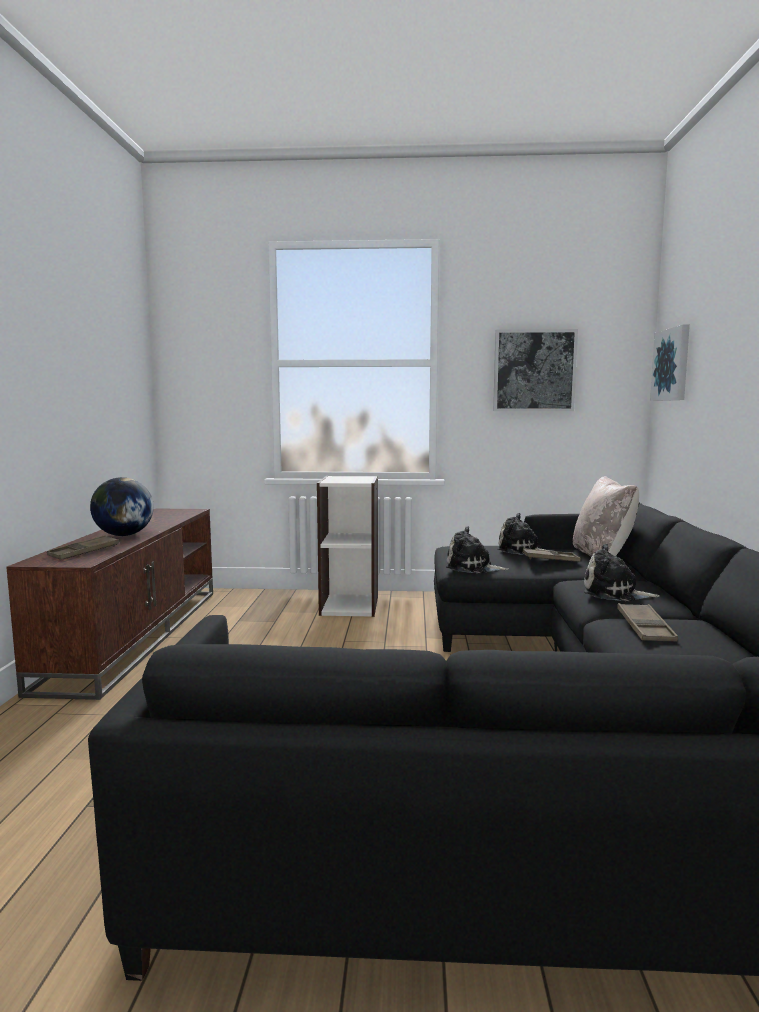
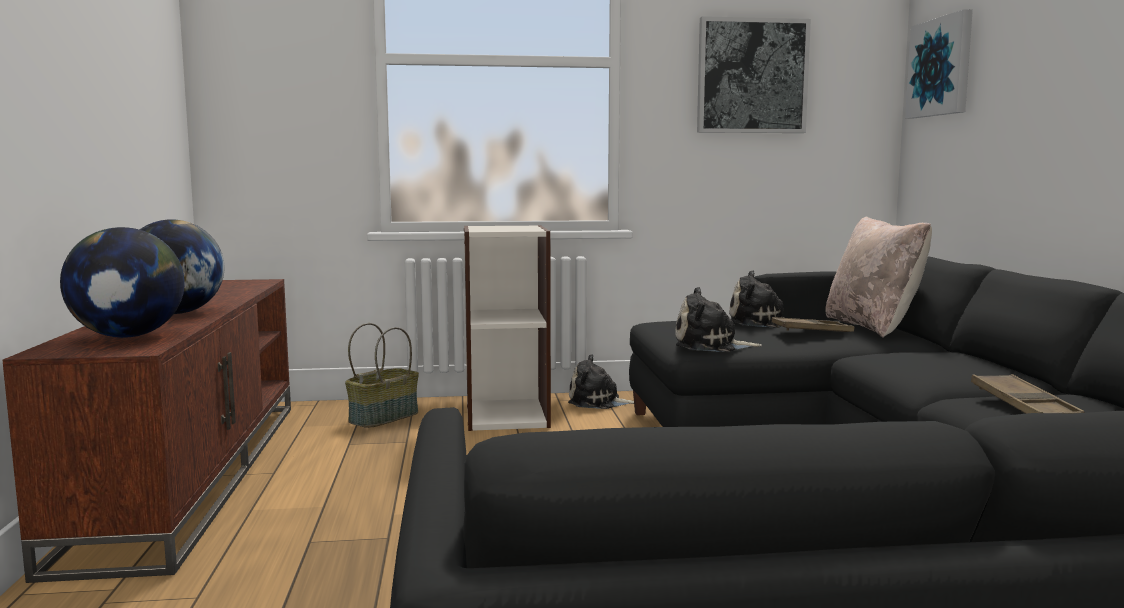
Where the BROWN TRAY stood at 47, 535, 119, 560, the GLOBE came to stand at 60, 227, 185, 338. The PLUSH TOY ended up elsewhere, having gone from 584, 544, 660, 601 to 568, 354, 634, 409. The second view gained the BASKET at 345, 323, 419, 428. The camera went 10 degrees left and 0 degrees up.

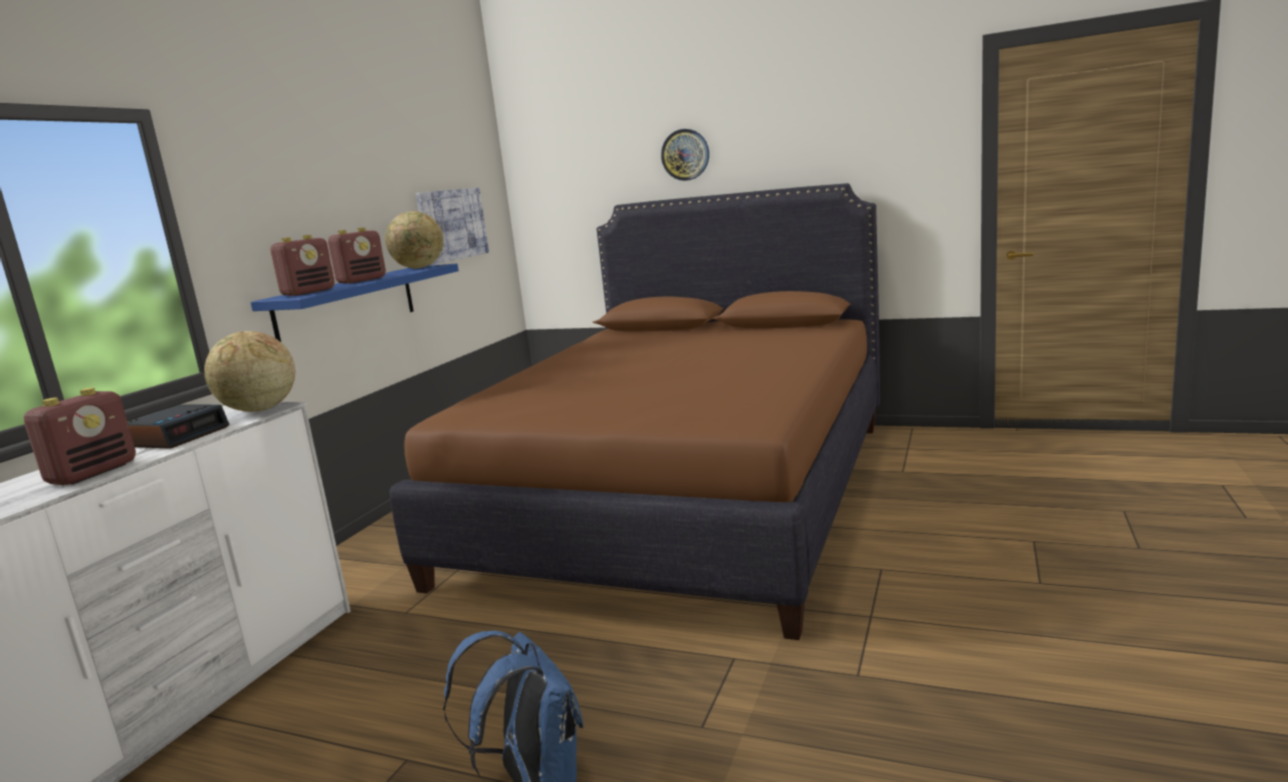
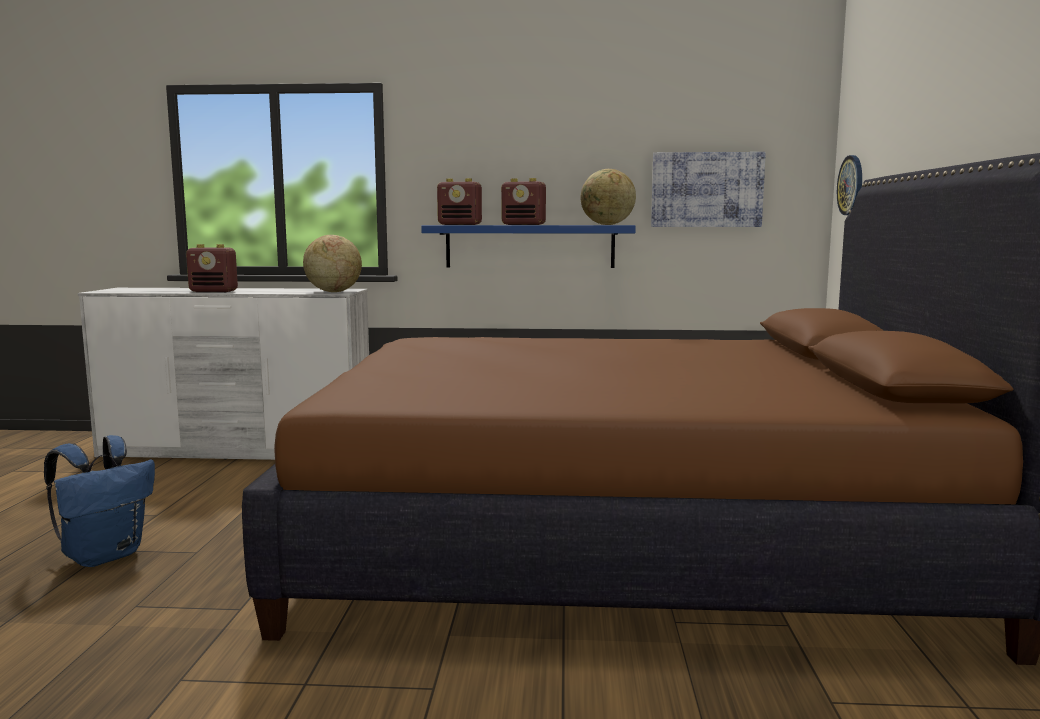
The WALL CLOCK ended up elsewhere, having gone from 661, 129, 709, 181 to 837, 155, 862, 215. The second view lost the ALARM CLOCK at 128, 404, 229, 449. The camera went 70 degrees right and 5 degrees down.

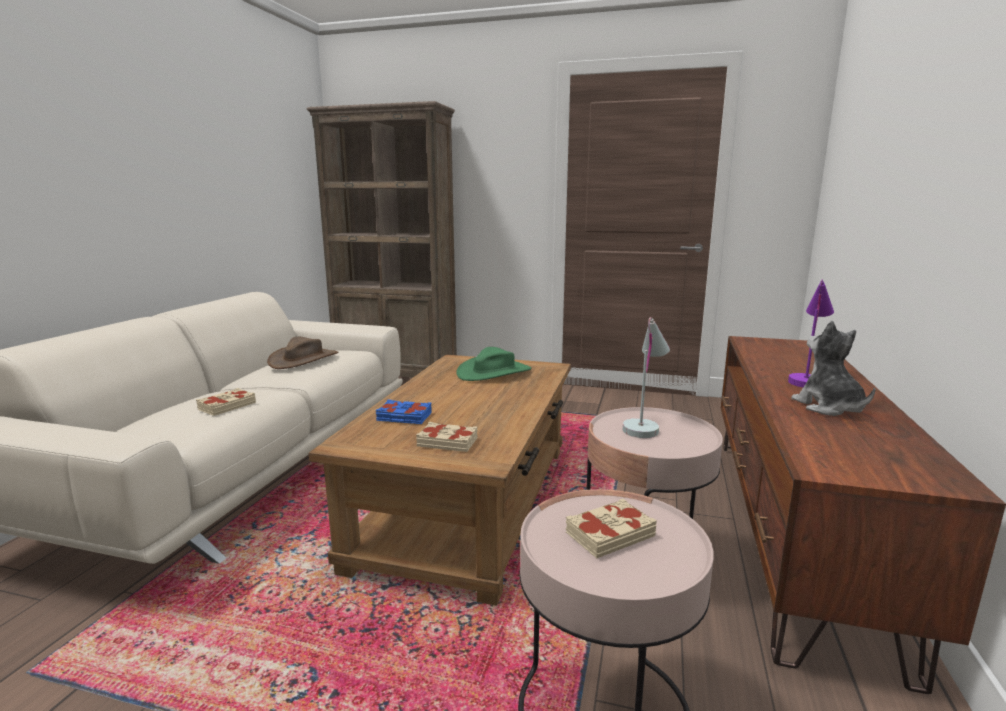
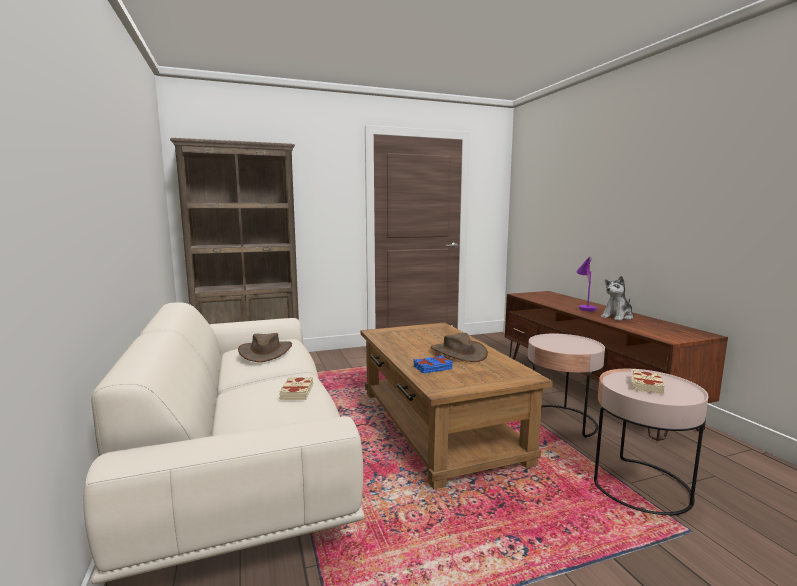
The second view lost the WHITE TABLE LAMP at 623, 317, 670, 438. The PLUSH TOY at 791, 321, 876, 416 ended up facing another way, 75 degrees counterclockwise from before. The second view lost the GREEN HAT at 456, 347, 532, 381. The second view lost the BEIGE BOOK at 416, 422, 478, 452. The second view gained the BROWN HAT at 431, 333, 488, 362. The camera went 35 degrees left and 5 degrees down.

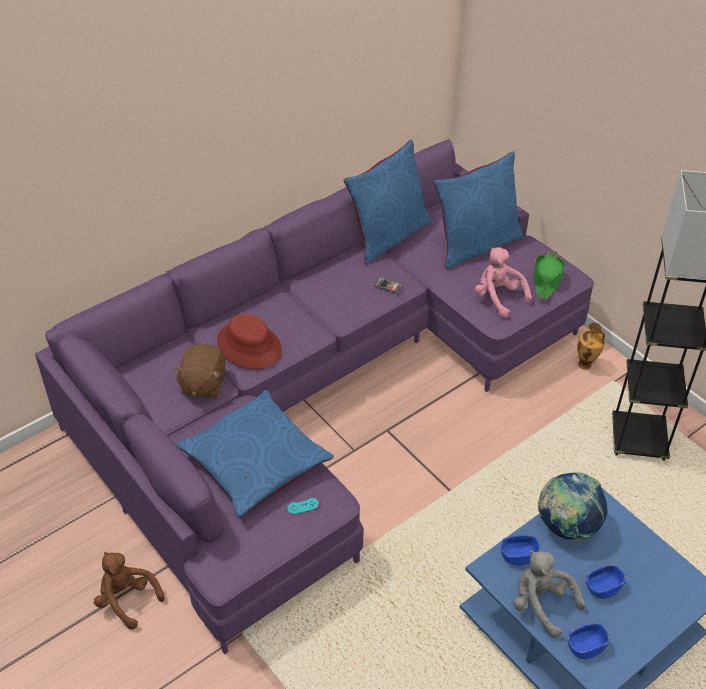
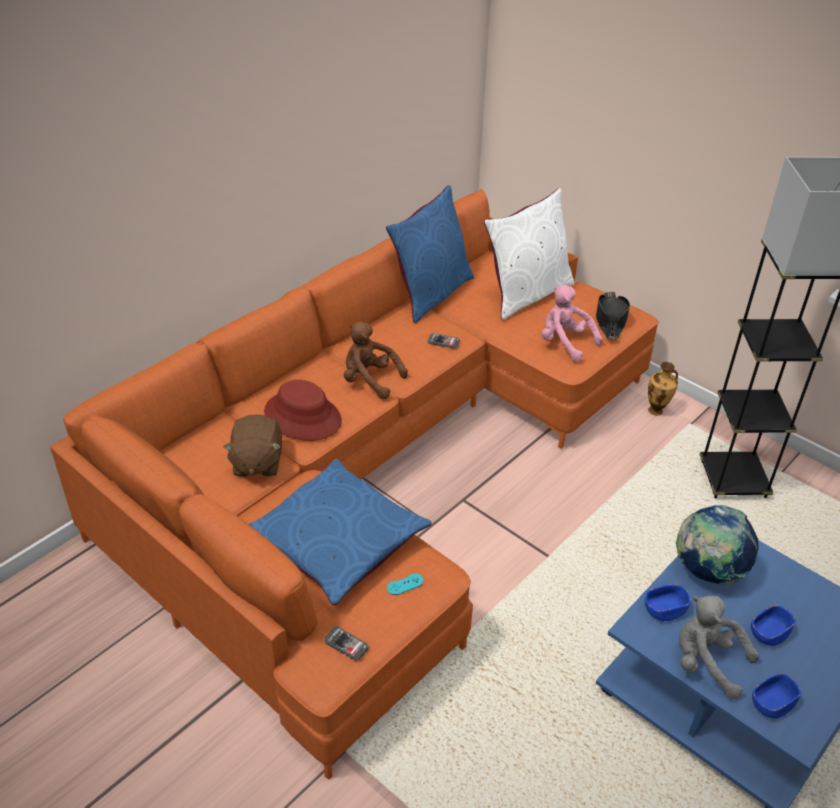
What was the PURPLE SOFA at 35, 139, 594, 654 turned into the ORANGE SOFA at 50, 189, 659, 780. What was the BLUE PILLOW at 433, 151, 523, 269 turned into the WHITE PILLOW at 484, 188, 575, 320. What was the GREEN HAT at 533, 251, 565, 300 turned into the BLACK HAT at 596, 292, 630, 340. The BROWN PLUSH TOY ended up elsewhere, having gone from 94, 552, 164, 630 to 344, 321, 408, 399. The second view gained the PHONE at 324, 627, 369, 661. The camera went 10 degrees left and 5 degrees down.

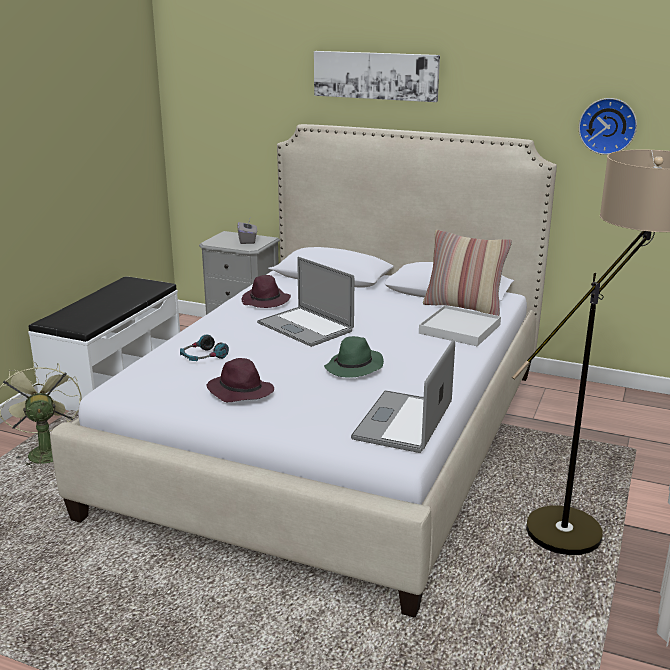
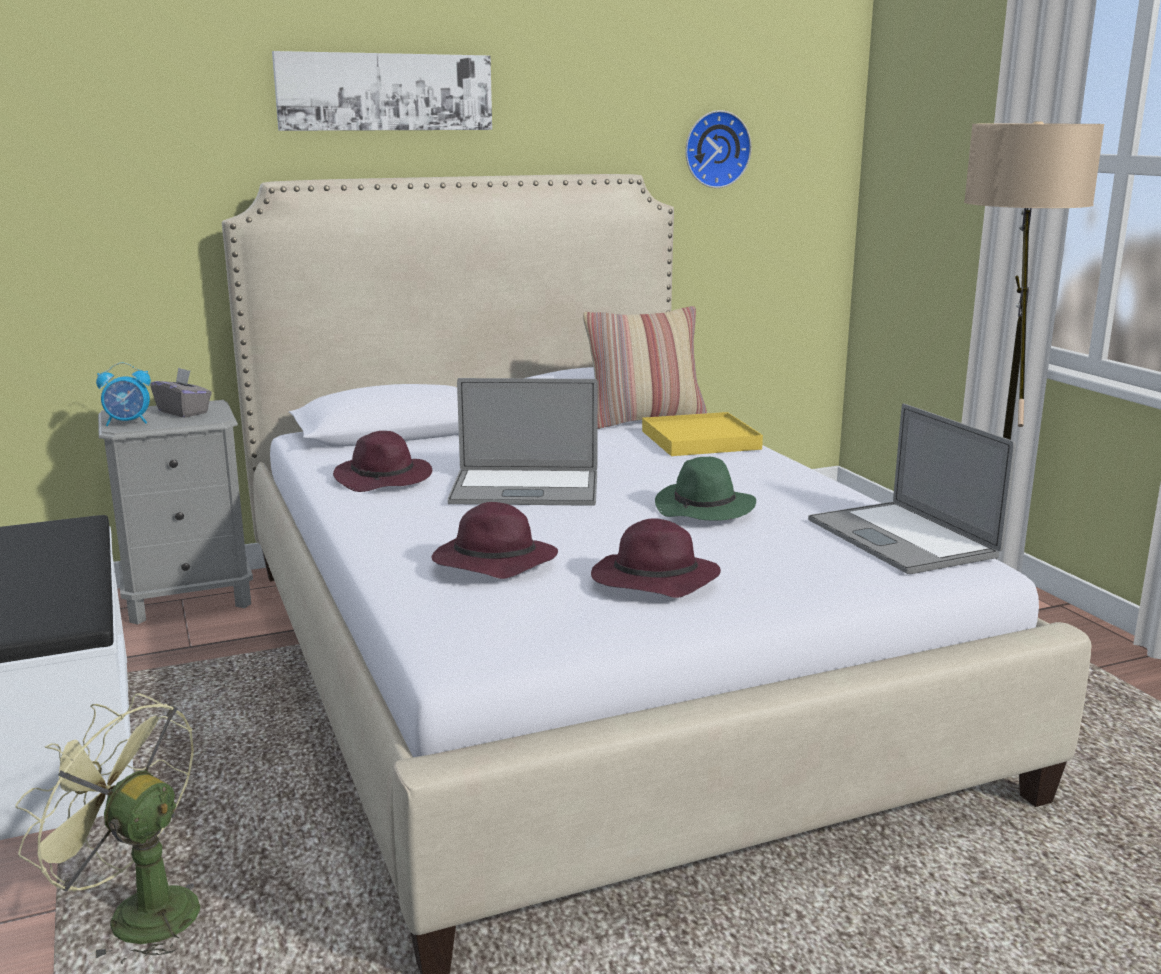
What was the WHITE TRAY at 419, 305, 501, 346 turned into the YELLOW TRAY at 642, 412, 763, 456. Where the HEADPHONES stood at 180, 335, 229, 361, the PURPLE HAT came to stand at 431, 502, 558, 579. The second view gained the ALARM CLOCK at 96, 362, 151, 426. The camera went 45 degrees left and 5 degrees down.

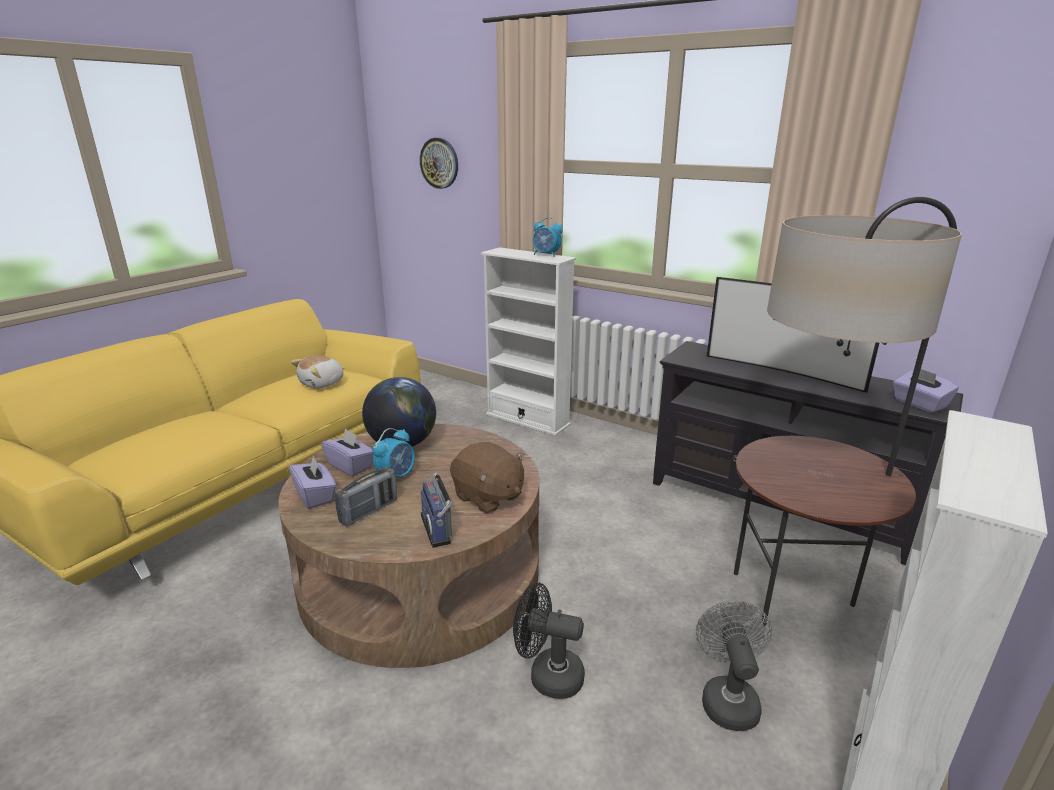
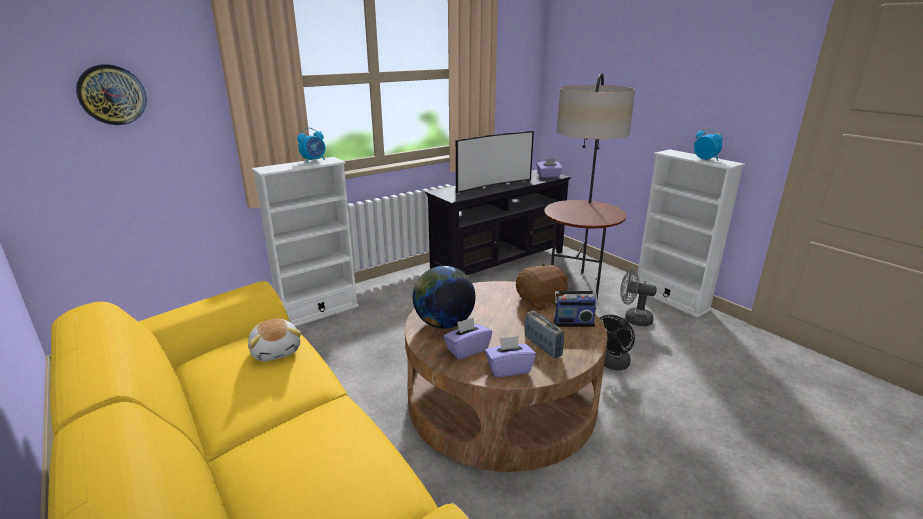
The ALARM CLOCK ended up elsewhere, having gone from 372, 428, 415, 477 to 694, 128, 723, 161. The camera went 70 degrees left and 0 degrees up.

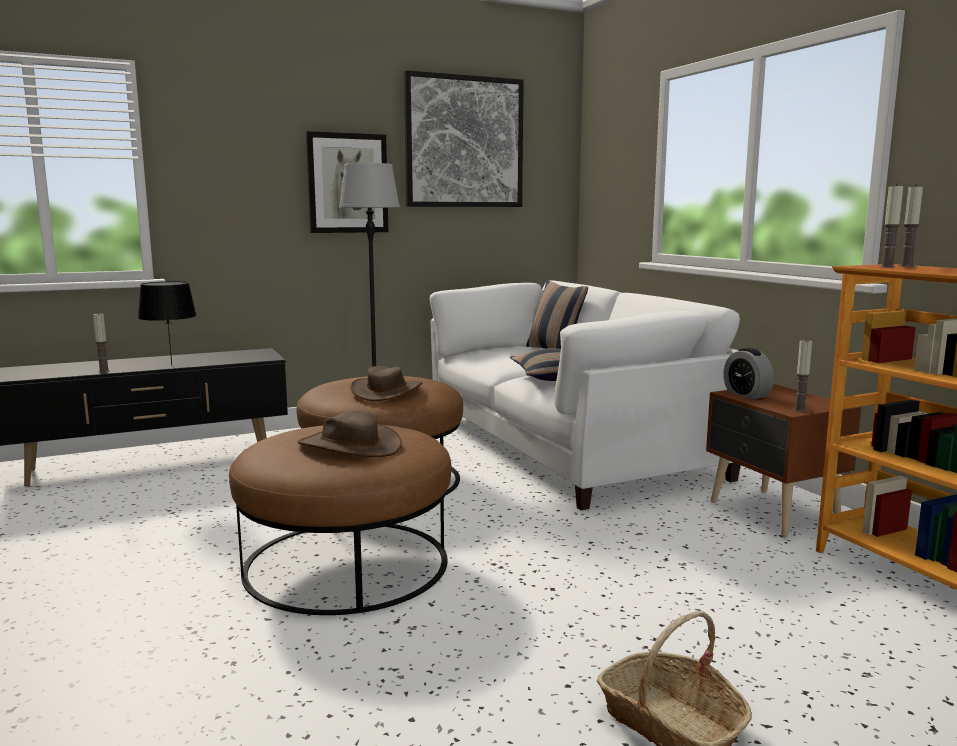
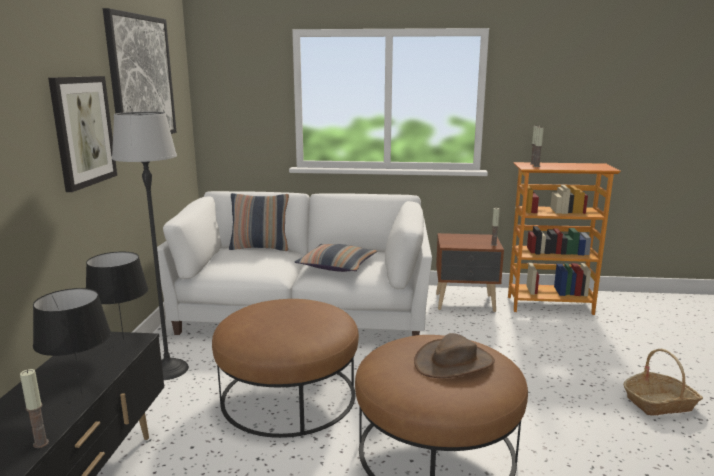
The second view lost the ALARM CLOCK at 723, 348, 774, 399. The second view lost the BROWN HAT at 350, 366, 423, 401. The second view gained the BLACK TABLE LAMP at 86, 252, 148, 341. The camera went 60 degrees left and 5 degrees up.

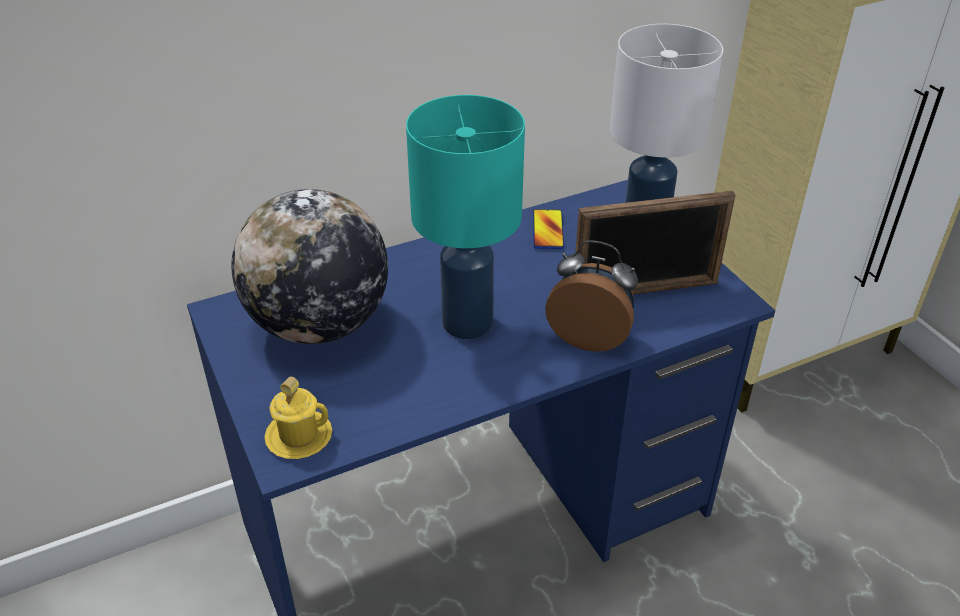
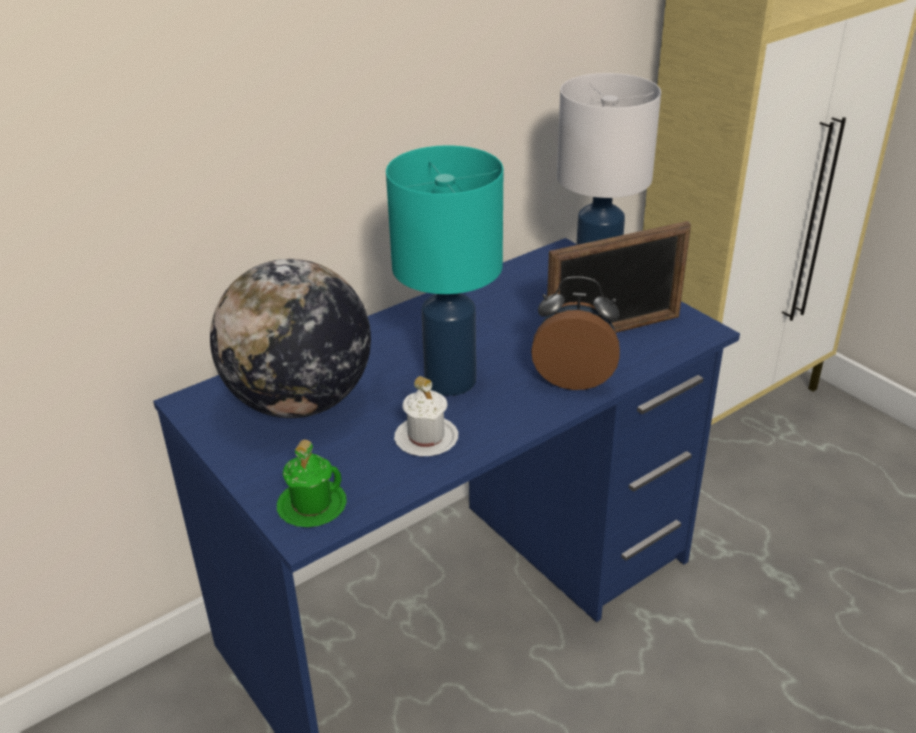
The second view lost the PHONE at 533, 209, 564, 249. What was the YELLOW MUG at 264, 377, 332, 459 turned into the GREEN MUG at 277, 440, 347, 527. The second view gained the WHITE MUG at 394, 376, 458, 456. The camera went 10 degrees left and 5 degrees down.

